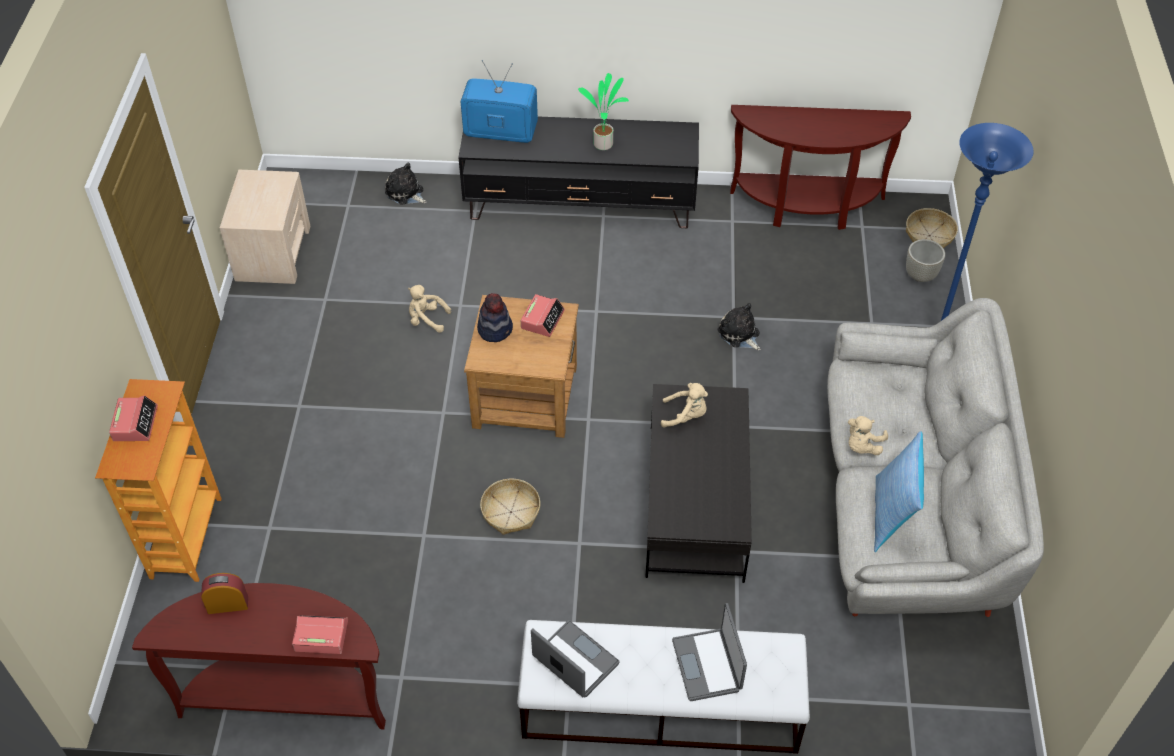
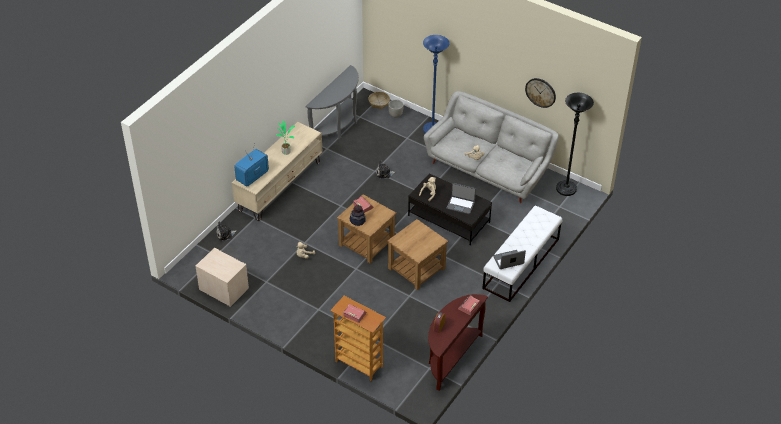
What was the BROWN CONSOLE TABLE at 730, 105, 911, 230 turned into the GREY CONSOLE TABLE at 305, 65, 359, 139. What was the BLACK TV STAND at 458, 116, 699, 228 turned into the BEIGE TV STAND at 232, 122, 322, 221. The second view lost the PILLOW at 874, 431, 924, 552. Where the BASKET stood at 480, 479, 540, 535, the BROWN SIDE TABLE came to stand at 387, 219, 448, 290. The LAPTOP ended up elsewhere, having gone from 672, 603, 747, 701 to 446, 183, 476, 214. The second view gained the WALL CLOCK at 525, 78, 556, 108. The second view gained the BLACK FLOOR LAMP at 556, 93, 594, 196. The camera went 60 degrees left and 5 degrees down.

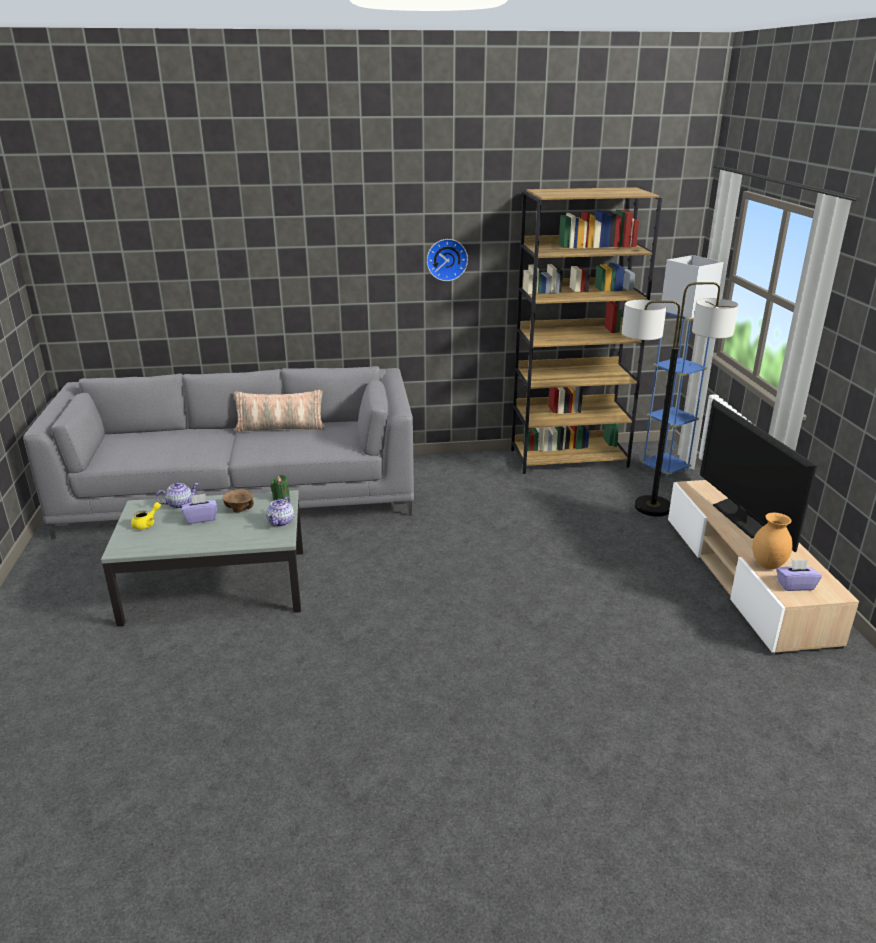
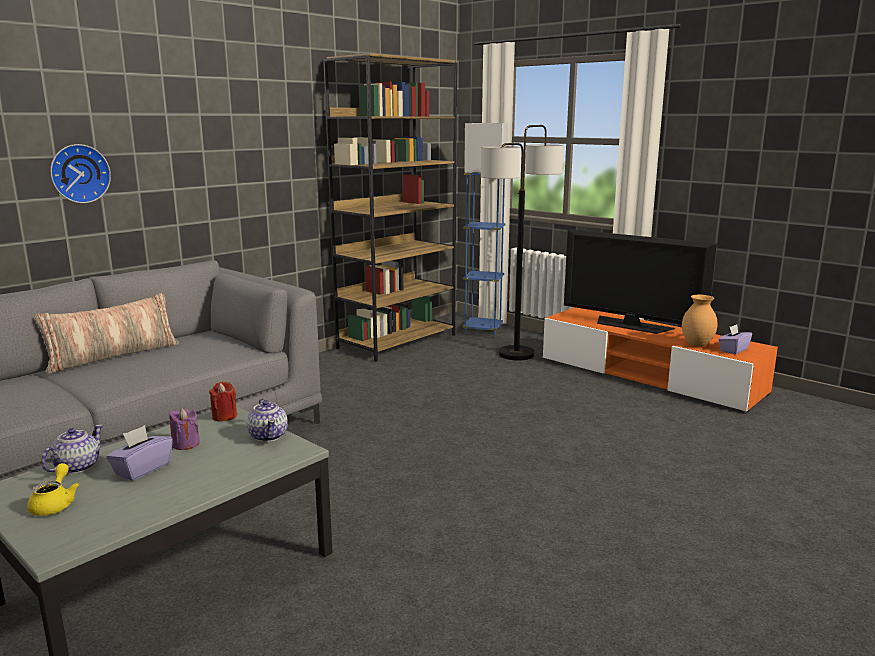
The WALL CLOCK ended up elsewhere, having gone from 427, 239, 468, 281 to 50, 144, 111, 203. What was the GREEN CANDLE at 270, 475, 290, 501 turned into the RED CANDLE at 209, 382, 237, 421. What was the BEIGE TV STAND at 668, 480, 859, 655 turned into the ORANGE TV STAND at 543, 307, 778, 413. Where the BROWN BOWL stood at 222, 489, 254, 512, the PURPLE CANDLE came to stand at 169, 408, 200, 450. The camera went 40 degrees left and 10 degrees down.

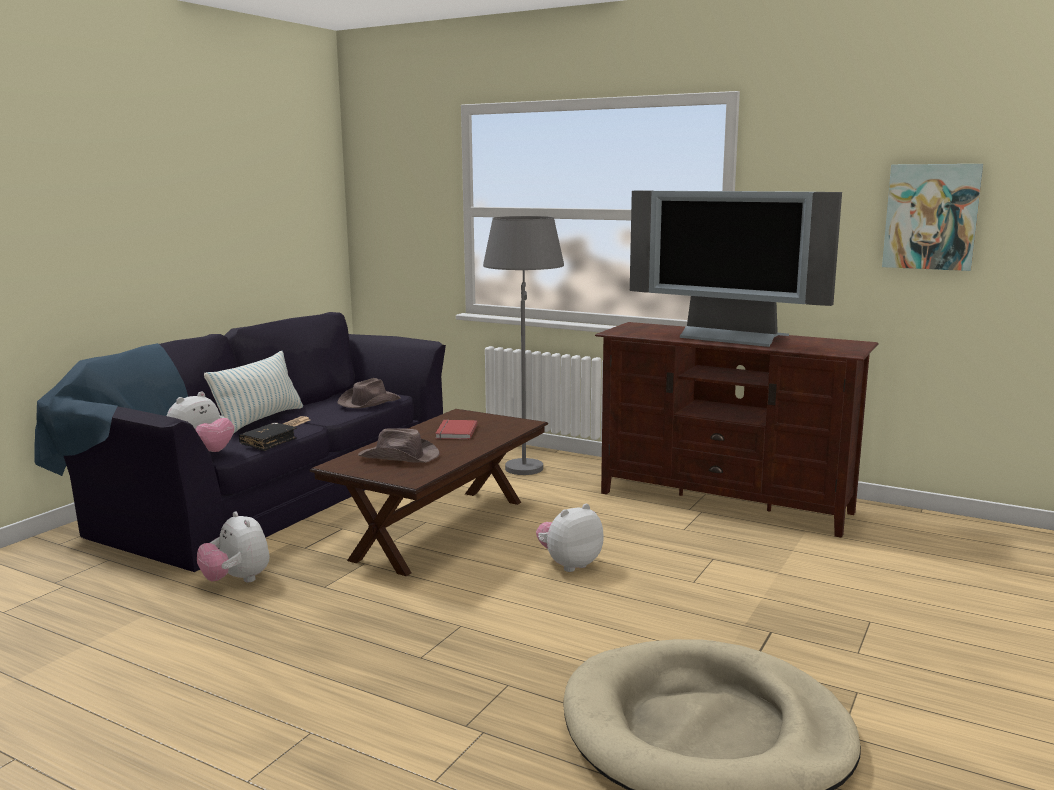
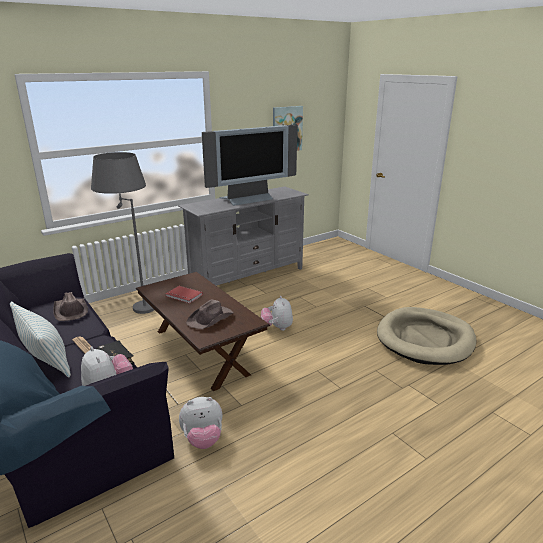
What was the BROWN TV STAND at 595, 322, 879, 538 turned into the GREY TV STAND at 178, 186, 309, 286. The camera went 65 degrees left and 10 degrees up.

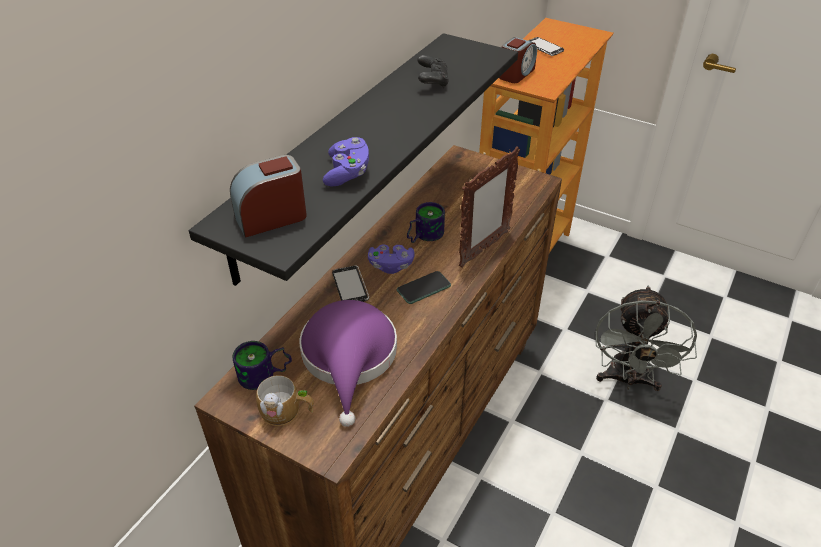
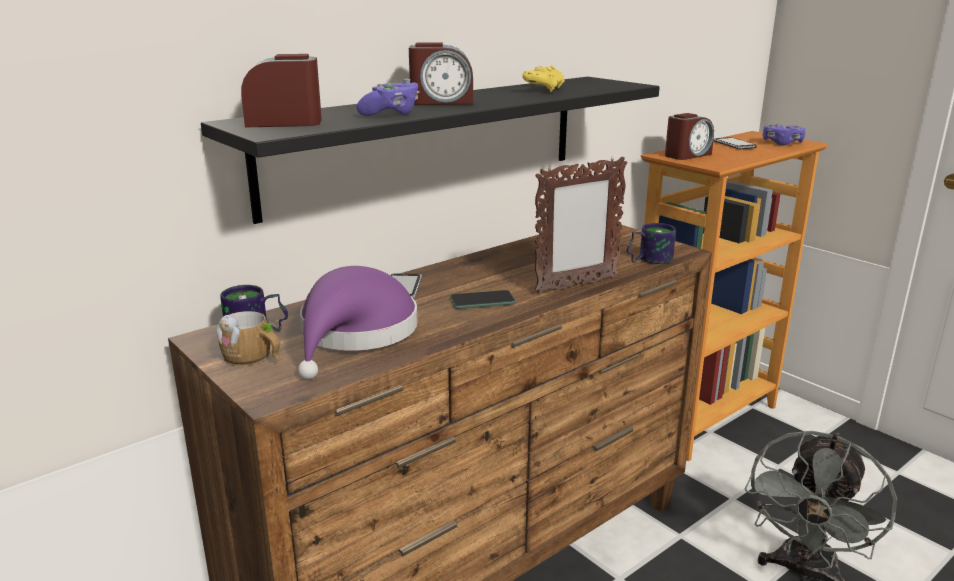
What was the BLACK GAME CONTROLLER at 417, 55, 449, 88 turned into the YELLOW GAME CONTROLLER at 522, 65, 565, 92. The MUG ended up elsewhere, having gone from 407, 202, 445, 243 to 627, 223, 676, 264. The PURPLE GAME CONTROLLER ended up elsewhere, having gone from 368, 244, 414, 274 to 763, 124, 805, 146. The second view gained the ALARM CLOCK at 409, 42, 473, 105. The camera went 20 degrees right and 20 degrees down.

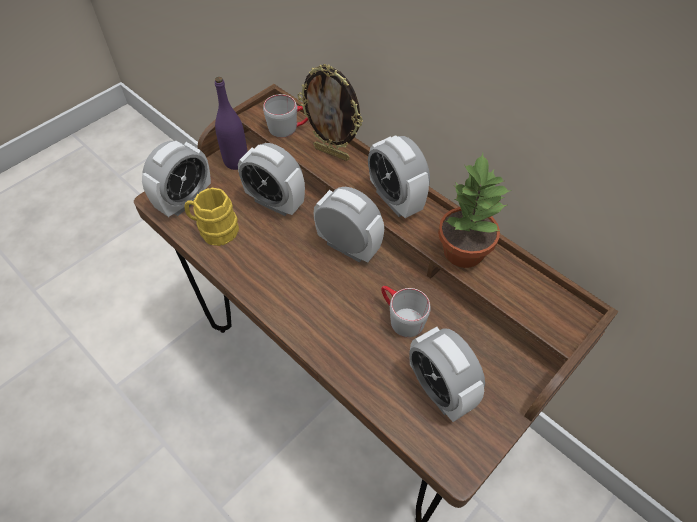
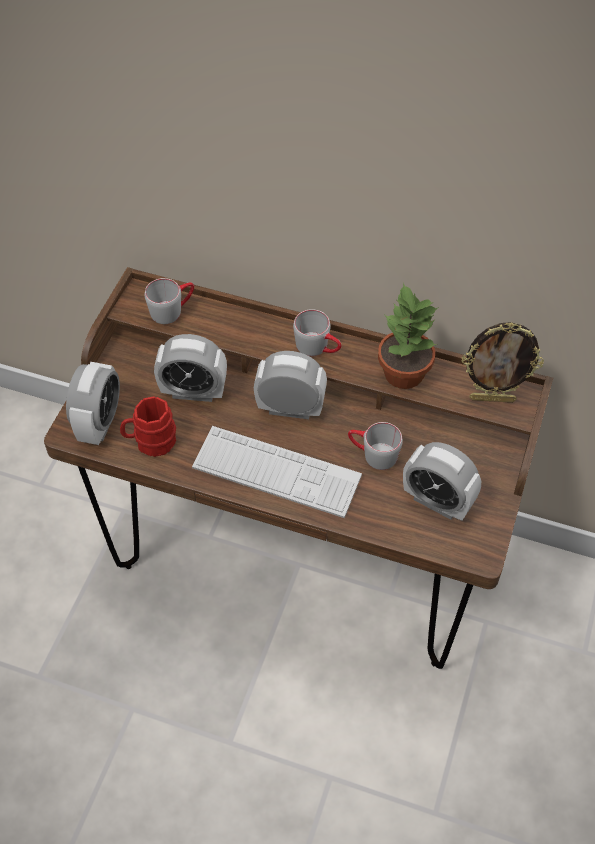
The PICTURE FRAME ended up elsewhere, having gone from 297, 64, 363, 161 to 462, 322, 544, 403. The second view lost the PURPLE BOTTLE at 215, 77, 248, 170. Where the ALARM CLOCK stood at 368, 135, 430, 218, the GREY MUG came to stand at 293, 309, 341, 356. What was the YELLOW MUG at 184, 187, 239, 246 turned into the RED MUG at 120, 397, 176, 457. The second view gained the KEYBOARD at 192, 426, 362, 518. The camera went 25 degrees left and 0 degrees up.

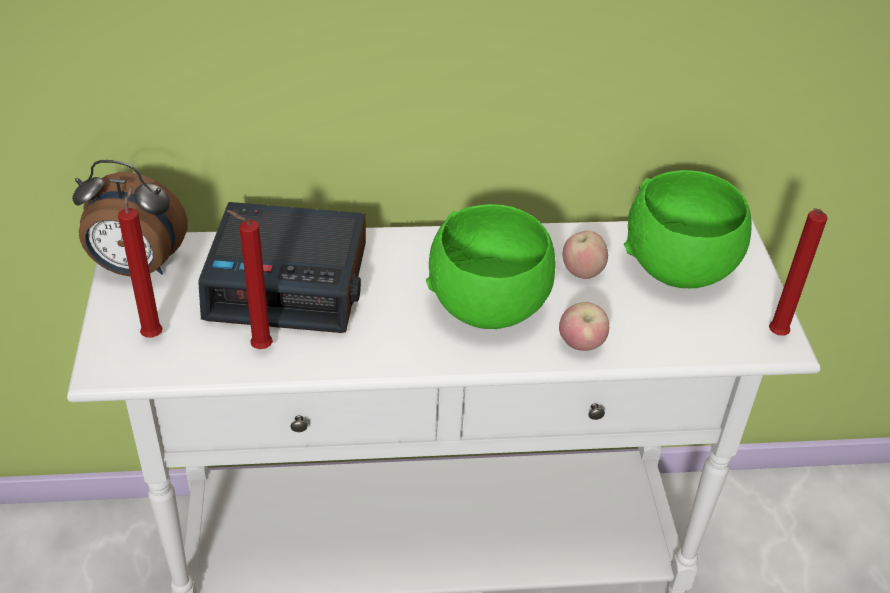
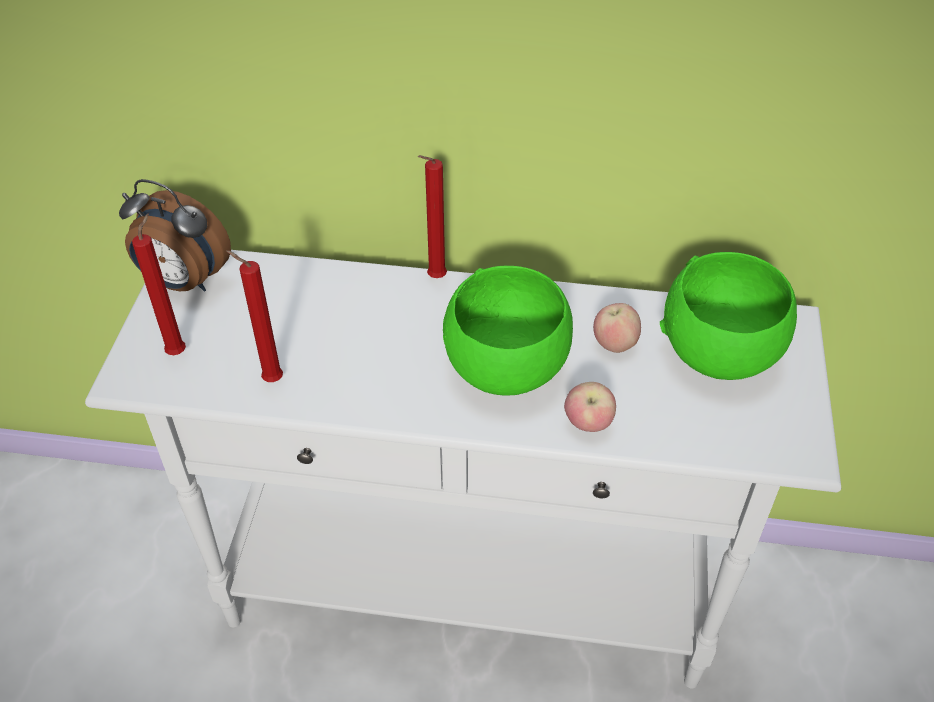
The second view lost the ALARM CLOCK at 198, 202, 366, 333. The RED CANDLE ended up elsewhere, having gone from 769, 208, 828, 336 to 418, 155, 447, 278. The camera went 15 degrees right and 5 degrees up.

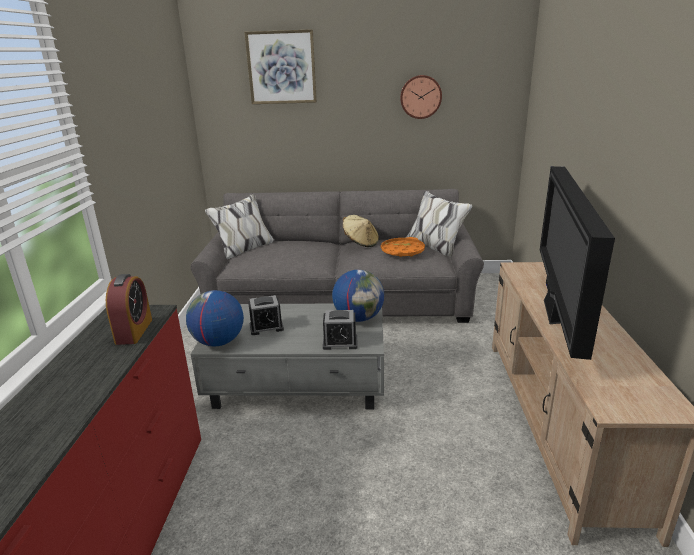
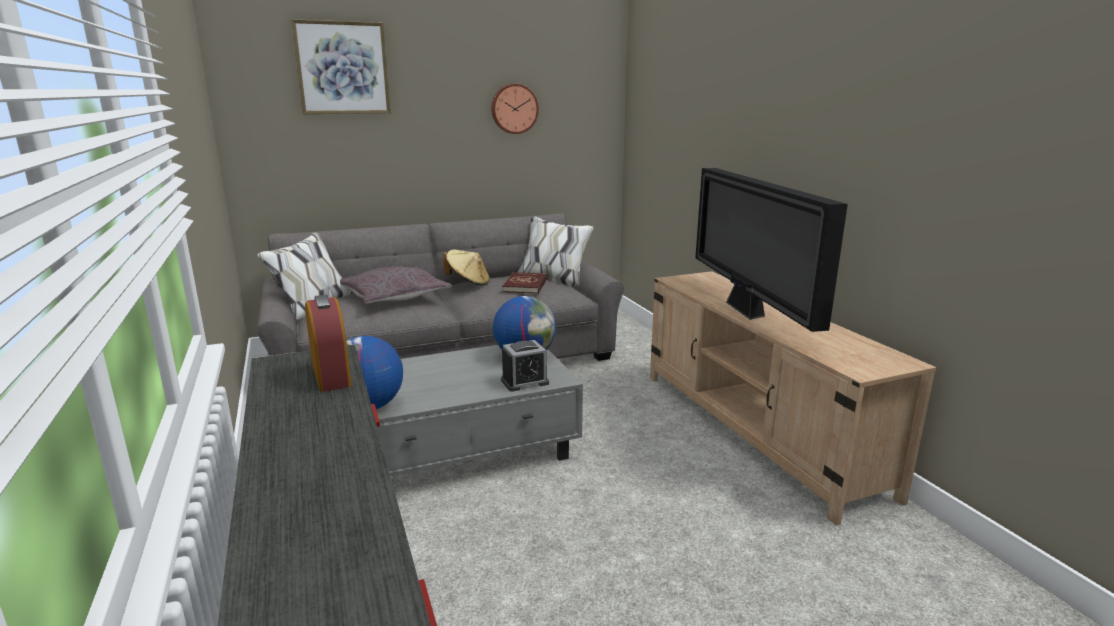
Where the ORANGE TRAY stood at 381, 237, 425, 257, the RED BOOK came to stand at 502, 272, 547, 294. The second view lost the ALARM CLOCK at 248, 295, 284, 335. The second view gained the GREY PILLOW at 340, 267, 452, 304. The camera went 25 degrees left and 5 degrees down.

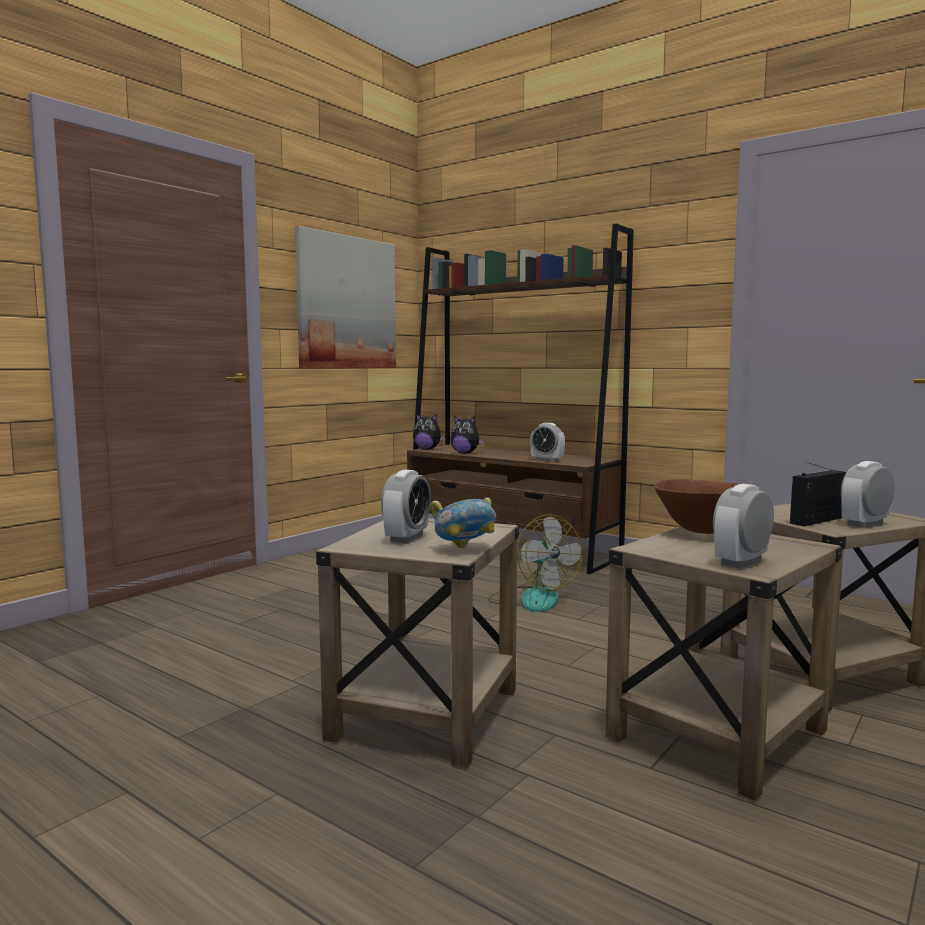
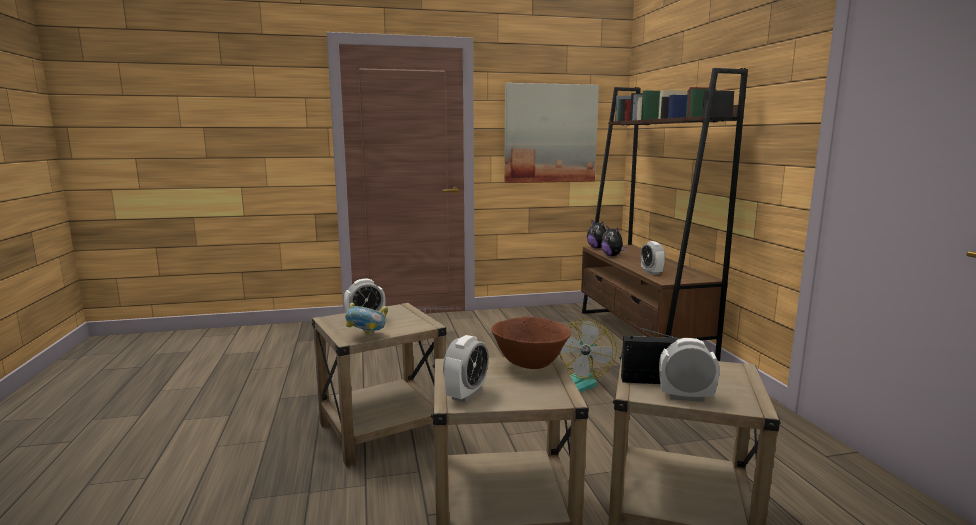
The ALARM CLOCK at 713, 484, 774, 569 ended up facing another way, 120 degrees clockwise from before. The camera went 40 degrees right and 5 degrees up.

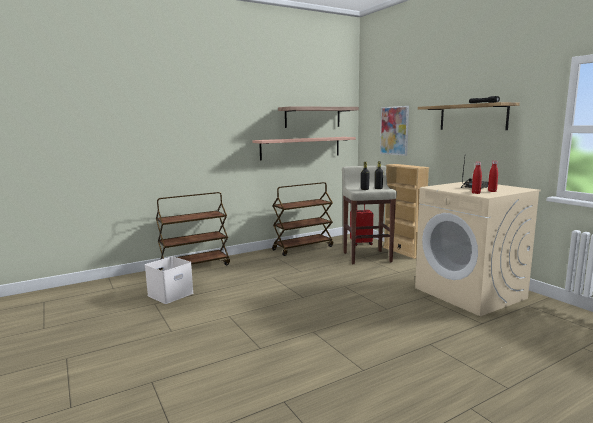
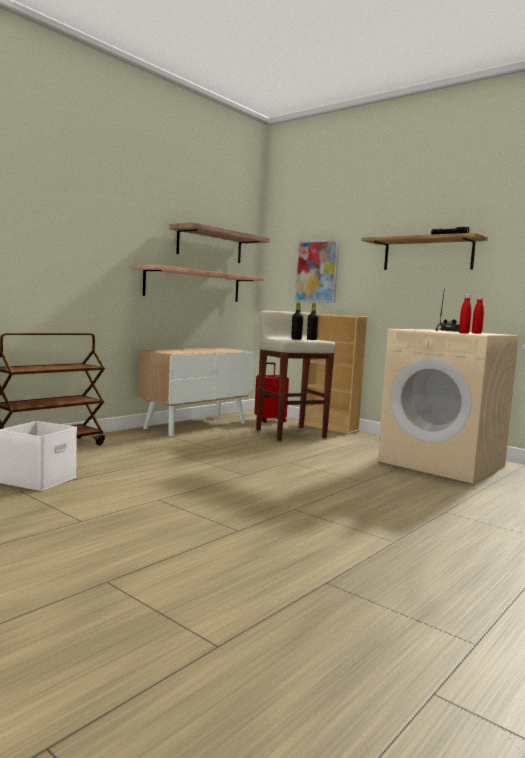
Where the BROWN CART stood at 272, 182, 333, 256, the CABINET came to stand at 137, 348, 255, 436. The camera went 20 degrees left and 5 degrees down.

